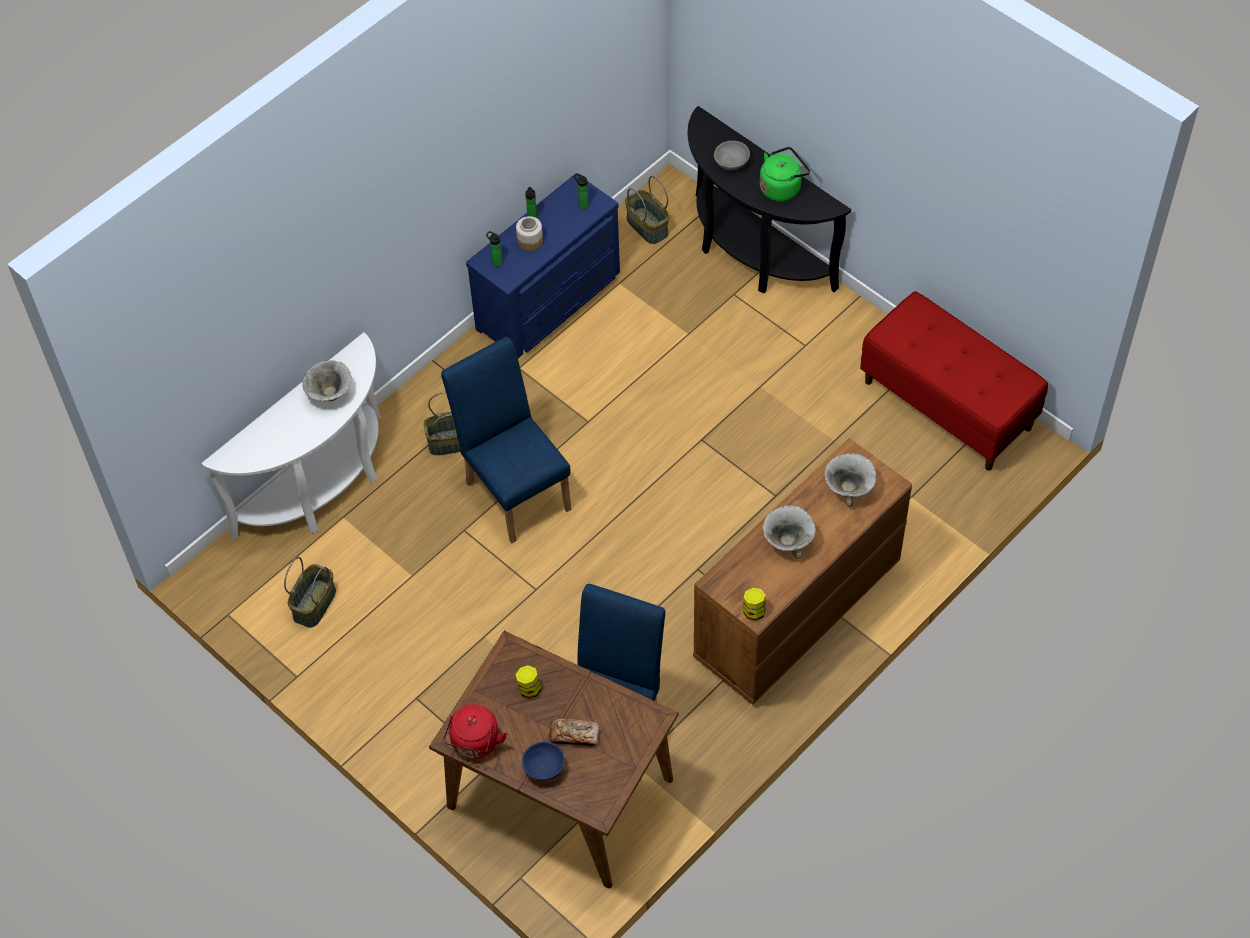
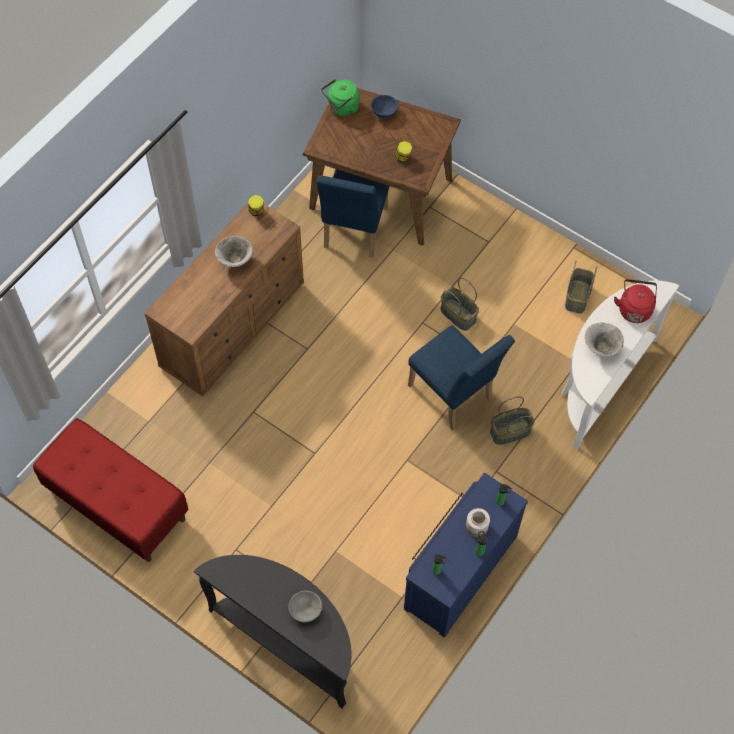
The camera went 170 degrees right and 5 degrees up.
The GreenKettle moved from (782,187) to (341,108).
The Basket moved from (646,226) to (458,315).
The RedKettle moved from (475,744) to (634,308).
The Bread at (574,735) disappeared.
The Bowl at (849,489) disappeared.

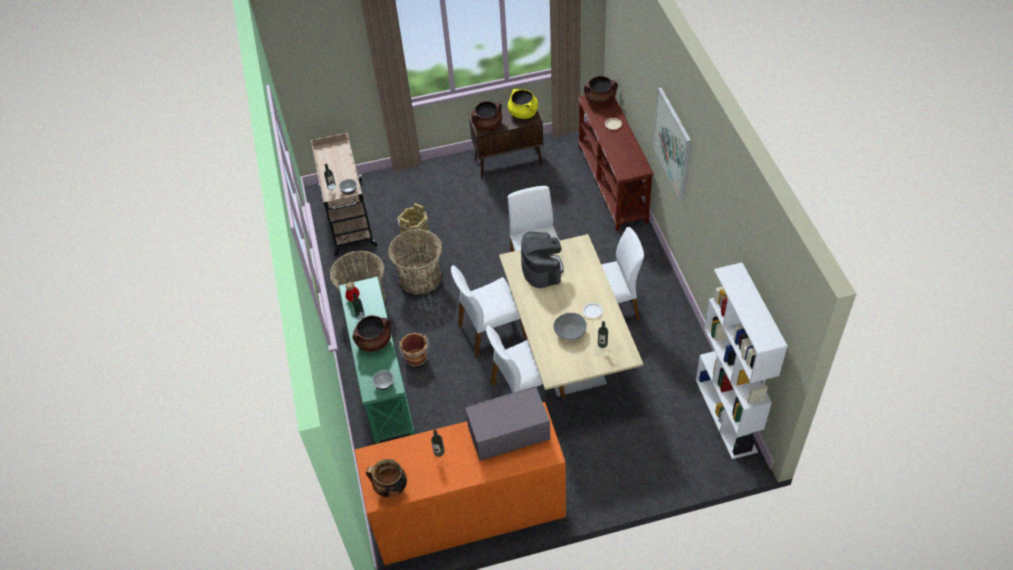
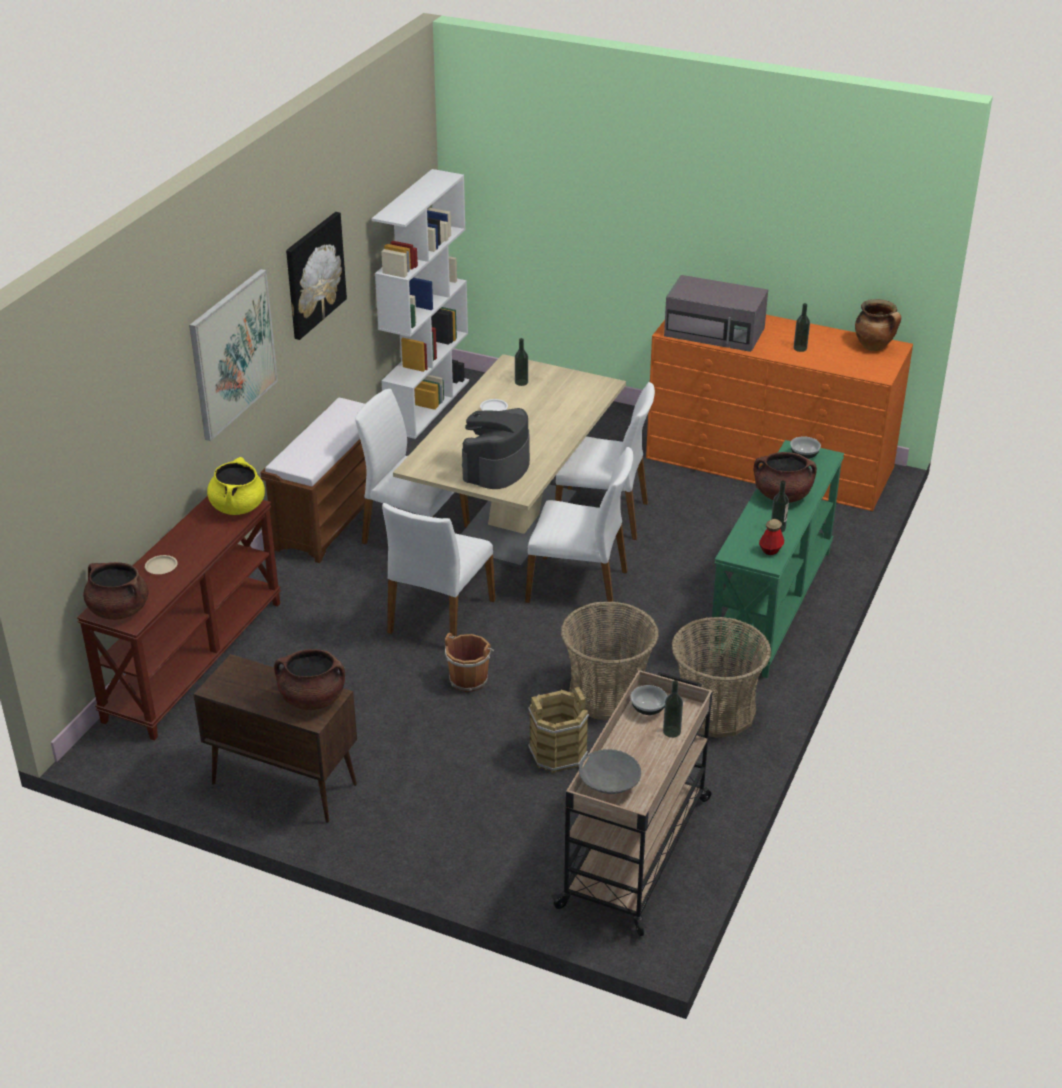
The camera went 145 degrees left and 15 degrees down.
The YellowCookingPot moved from (523,113) to (238,507).
The BrownBench at (331,518) appeared.
The Picture at (314,274) appeared.
The BrownBucket moved from (416,358) to (469,678).
The GreyBowl moved from (570,331) to (609,783).

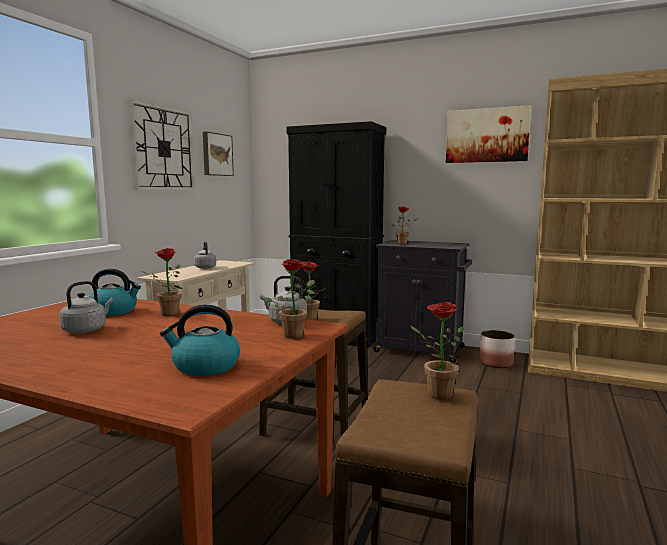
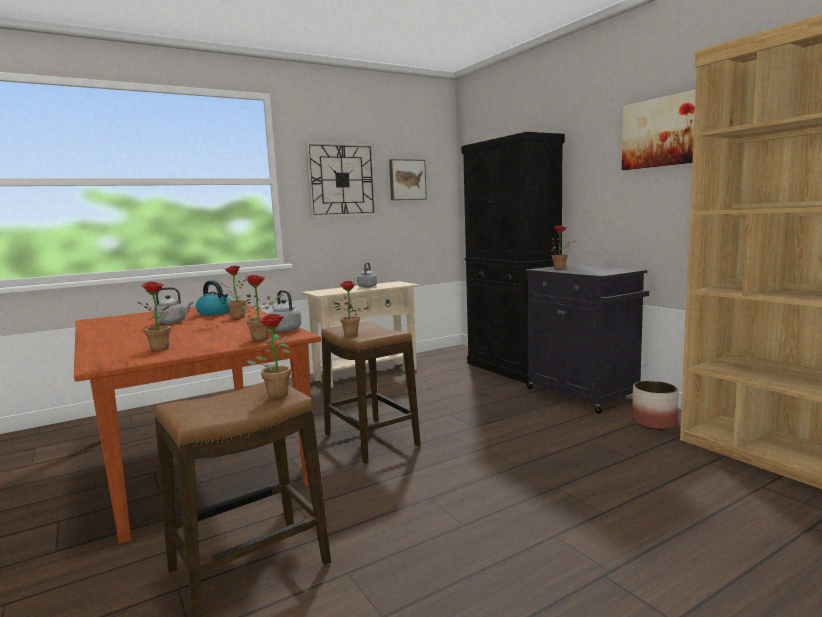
The camera went 35 degrees right and 0 degrees up.
The Kettle at (205,367) was replaced by the PottedPlant at (163,349).

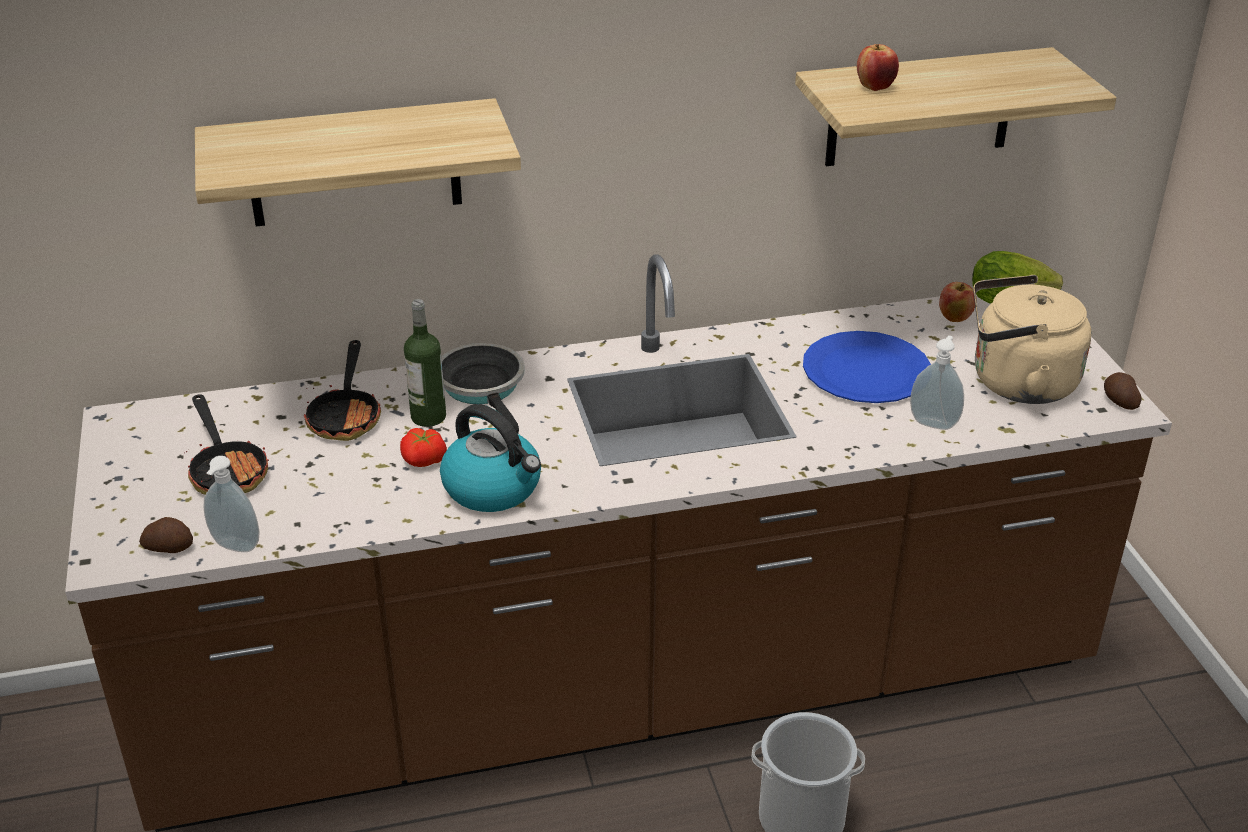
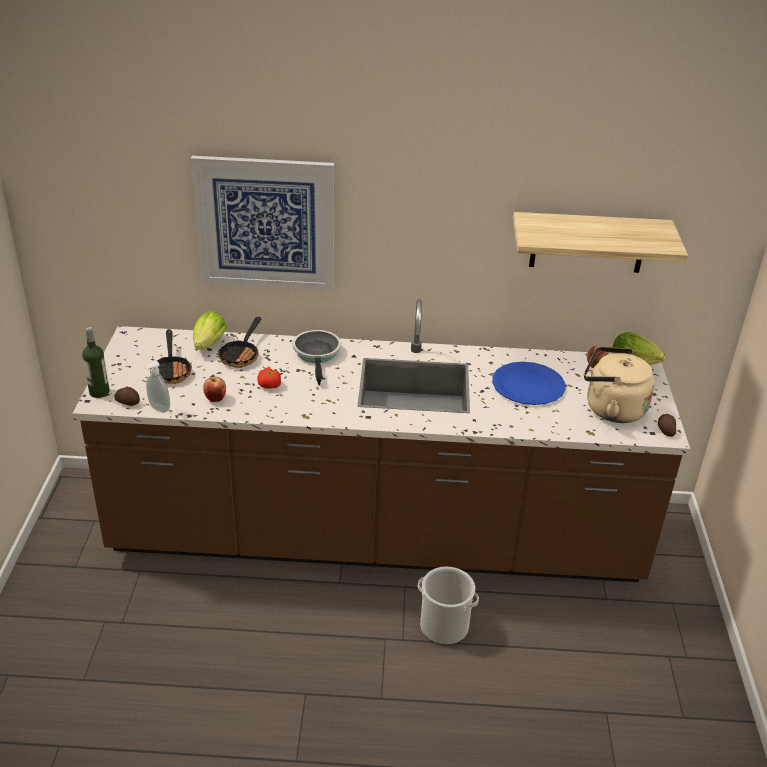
The camera went 15 degrees right and 0 degrees up.
The Bottle moved from (428,417) to (99,392).
The Shelf at (354,163) was replaced by the Picture at (265,224).
The Lettuce at (208,346) appeared.
The Apple moved from (875,87) to (215,399).
The Kettle at (494,488) disappeared.
The SoapDispenser at (934,422) disappeared.

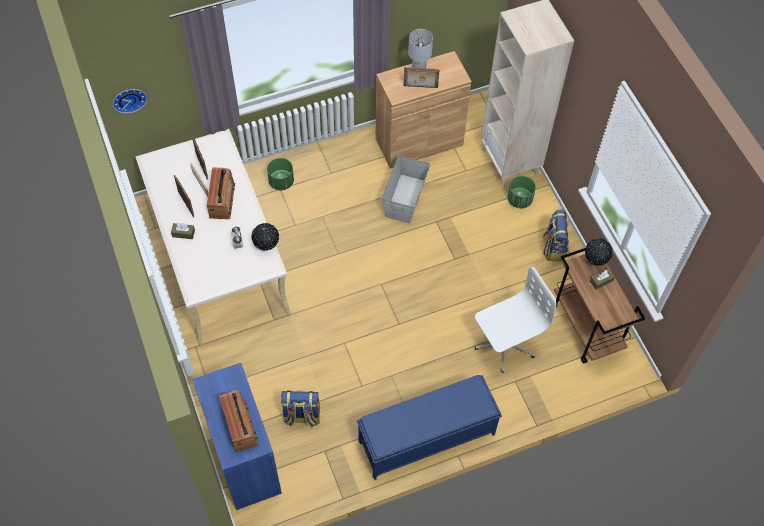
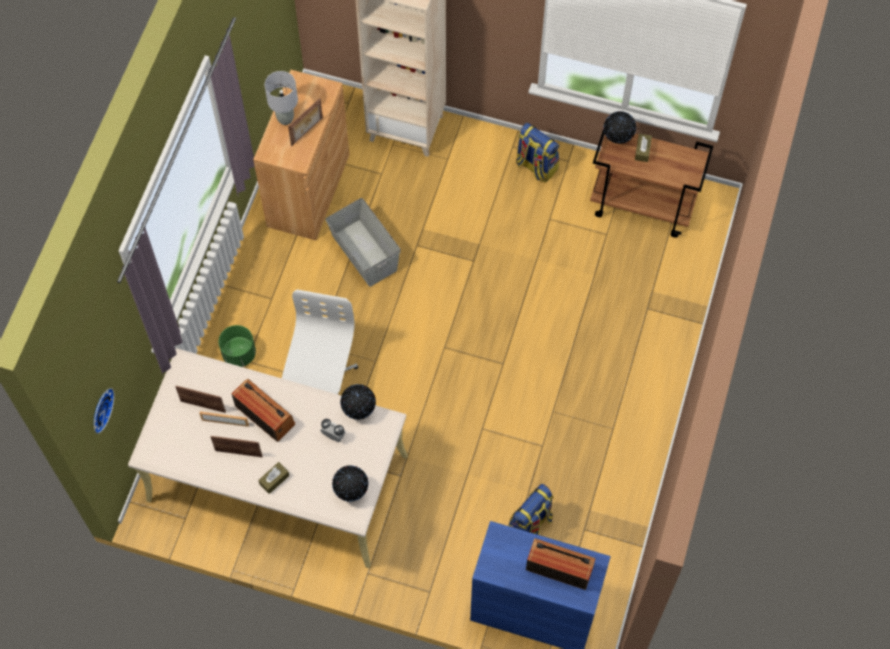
The camera went 50 degrees left and 5 degrees up.
The WhiteOfficeChair moved from (505,344) to (321,382).
The Globe at (351,491) appeared.
The BlueBench at (425,438) disappeared.
The GreenPlanter at (519,200) disappeared.

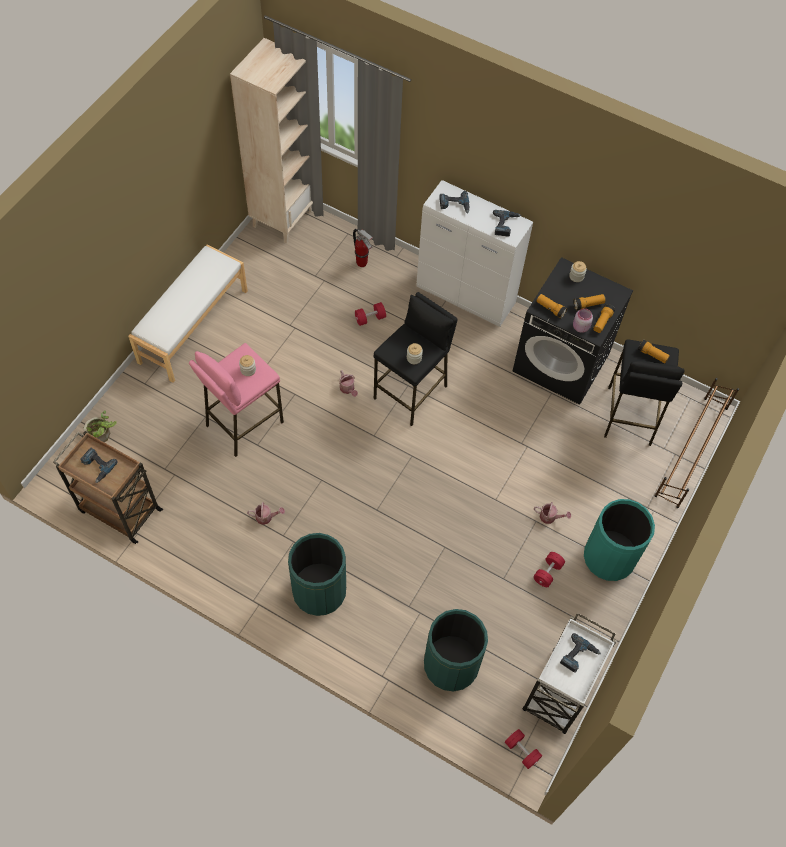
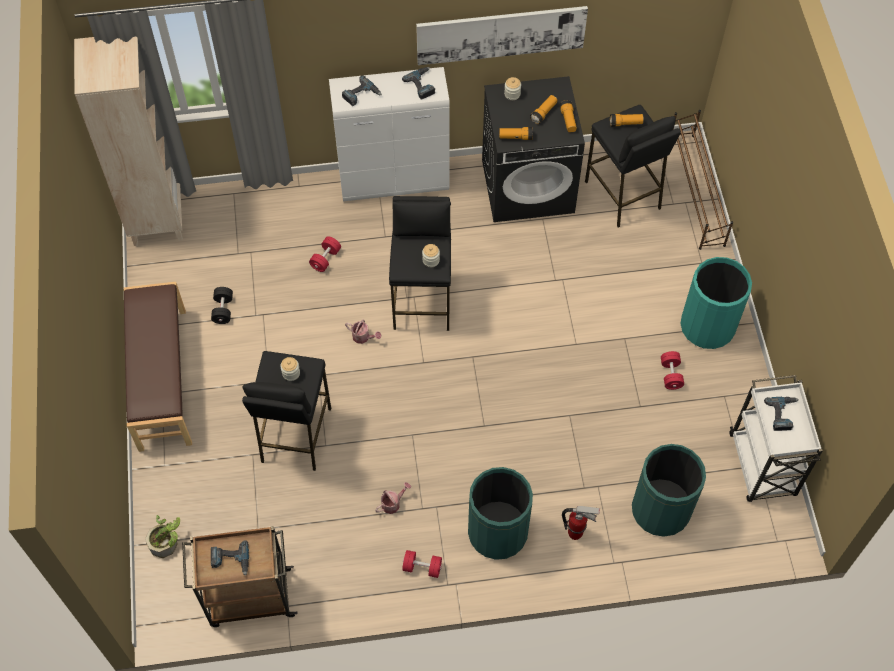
The camera went 35 degrees left and 0 degrees up.
The WhiteBench at (192,326) became the BrownBench at (161,379).
The BlackDumbbell at (223,310) appeared.
The PinkStool at (243,423) became the BlackStool at (295,435).
The RedDumbbell moved from (522,751) to (422,567).
The Picture at (501,34) appeared.
The FireExtinguisher moved from (362,263) to (575,533).
The WateringCan at (550,517) disappeared.
The PinkJar at (580,327) disappeared.

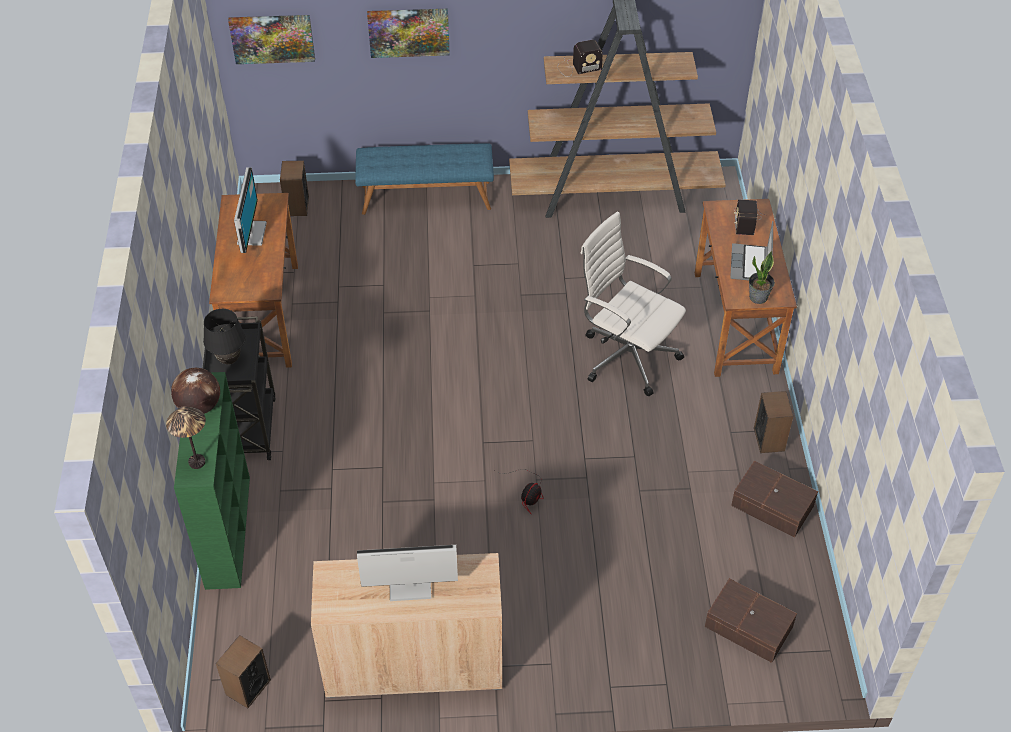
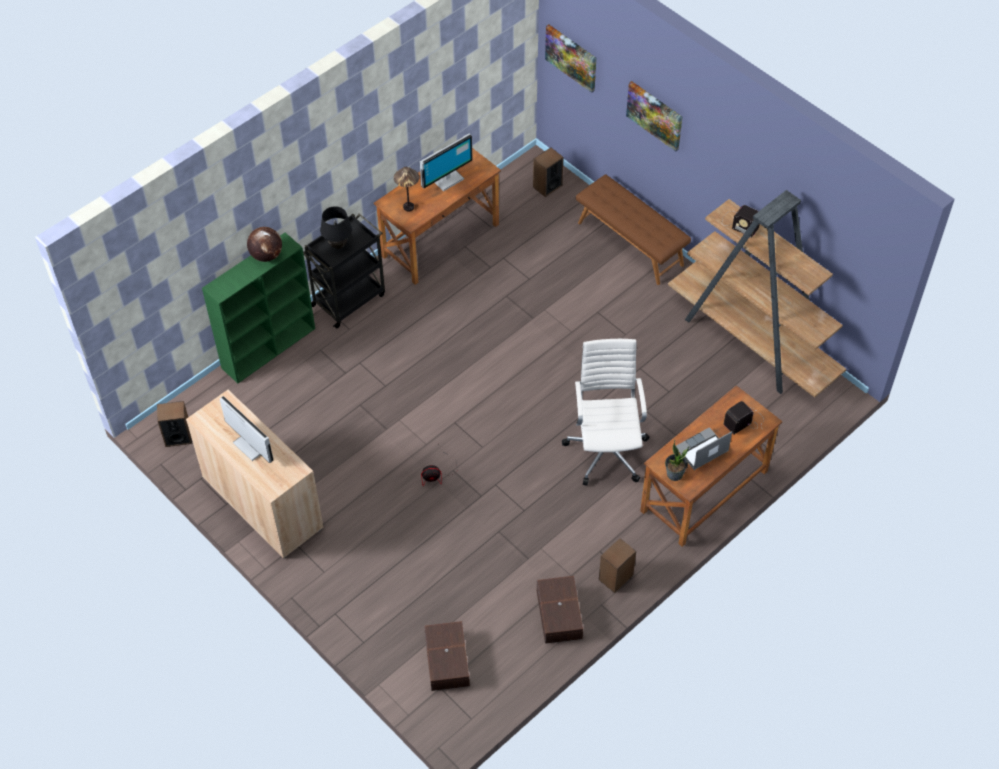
The camera went 50 degrees right and 5 degrees up.
The TableLamp moved from (197,462) to (408,207).
The BlueBench at (426,197) became the BrownBench at (630,243).

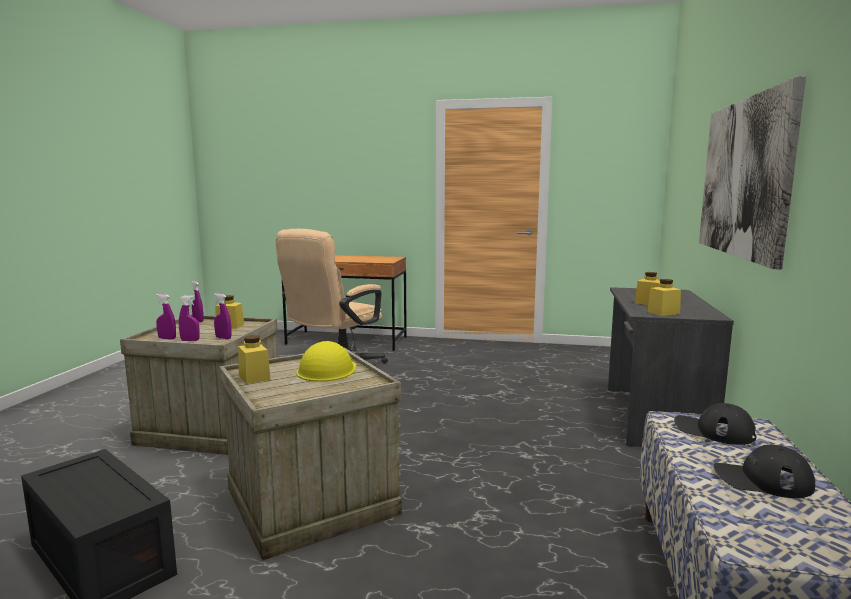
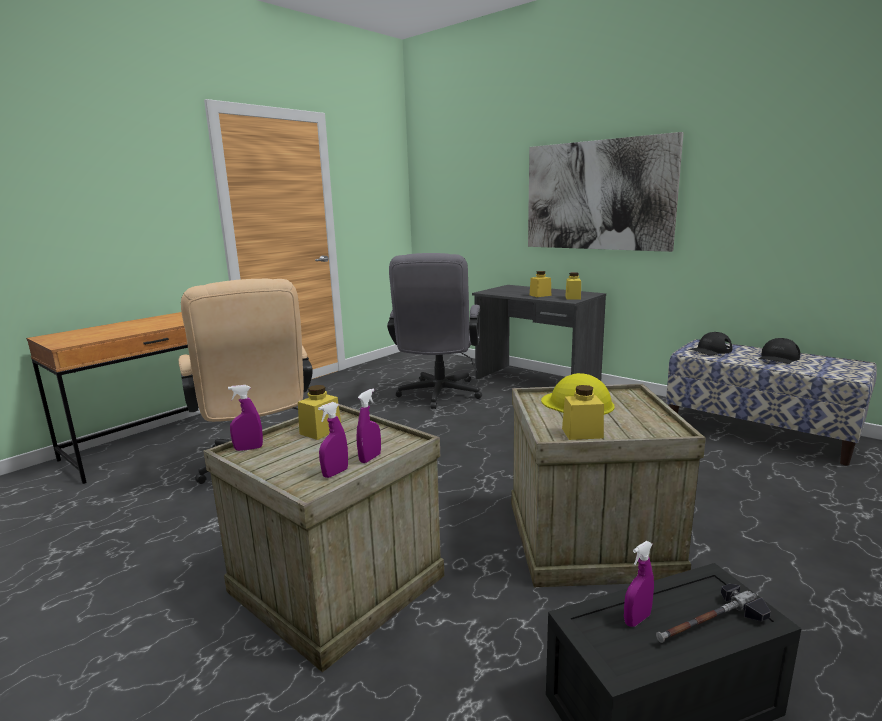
The camera went 60 degrees left and 5 degrees up.
The GreyOfficeChair at (438,396) appeared.
The PurpleSprayBottle moved from (223,338) to (637,619).
The Hammer at (709,623) appeared.

